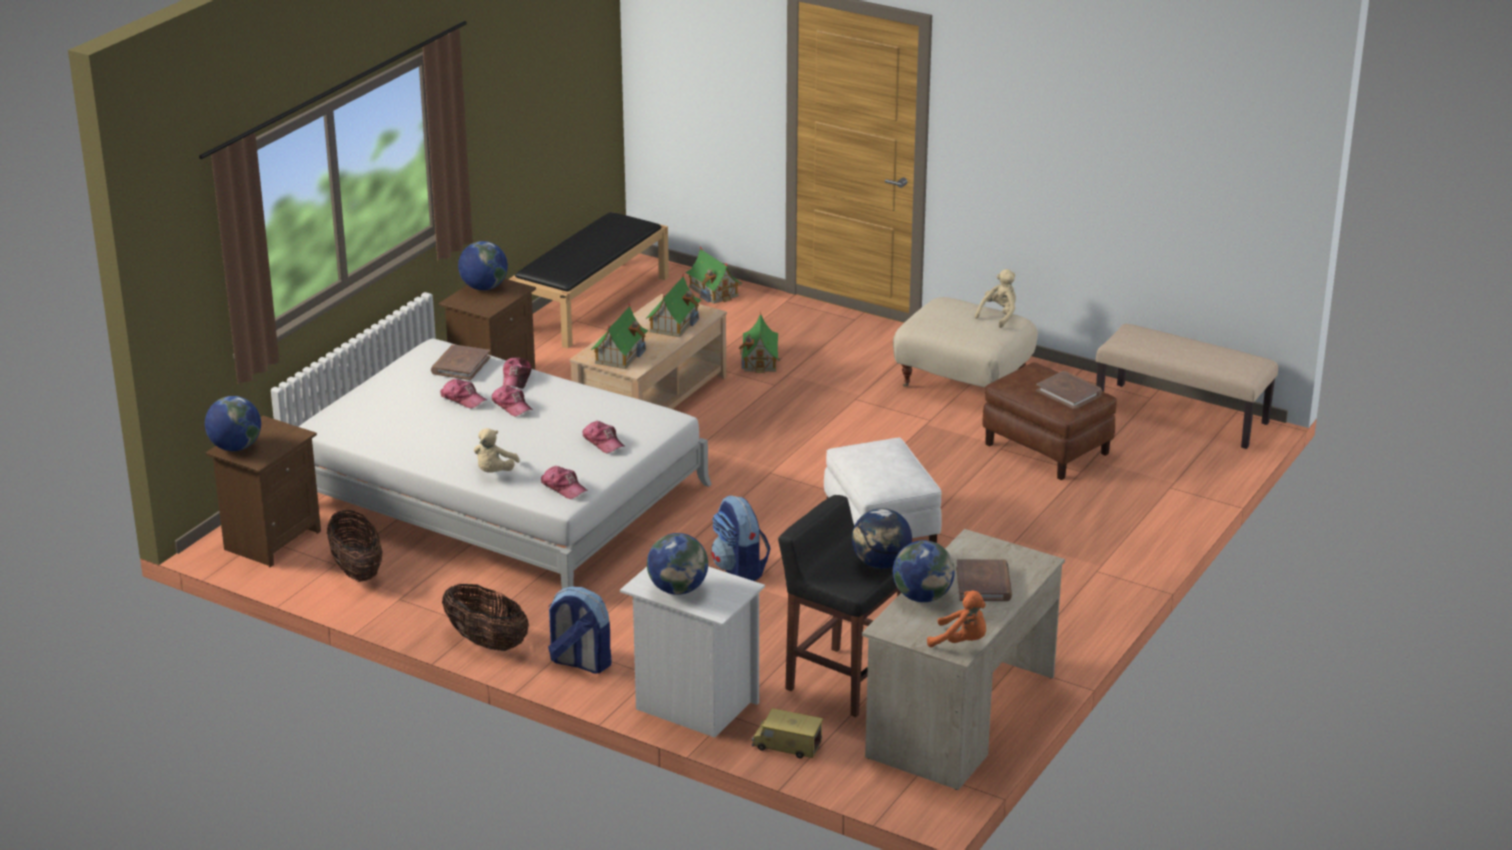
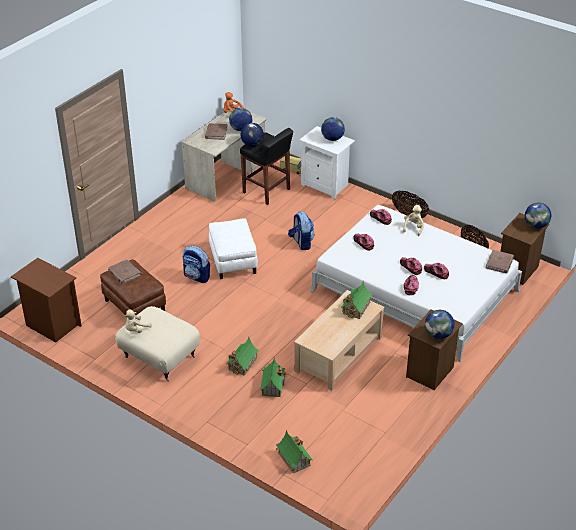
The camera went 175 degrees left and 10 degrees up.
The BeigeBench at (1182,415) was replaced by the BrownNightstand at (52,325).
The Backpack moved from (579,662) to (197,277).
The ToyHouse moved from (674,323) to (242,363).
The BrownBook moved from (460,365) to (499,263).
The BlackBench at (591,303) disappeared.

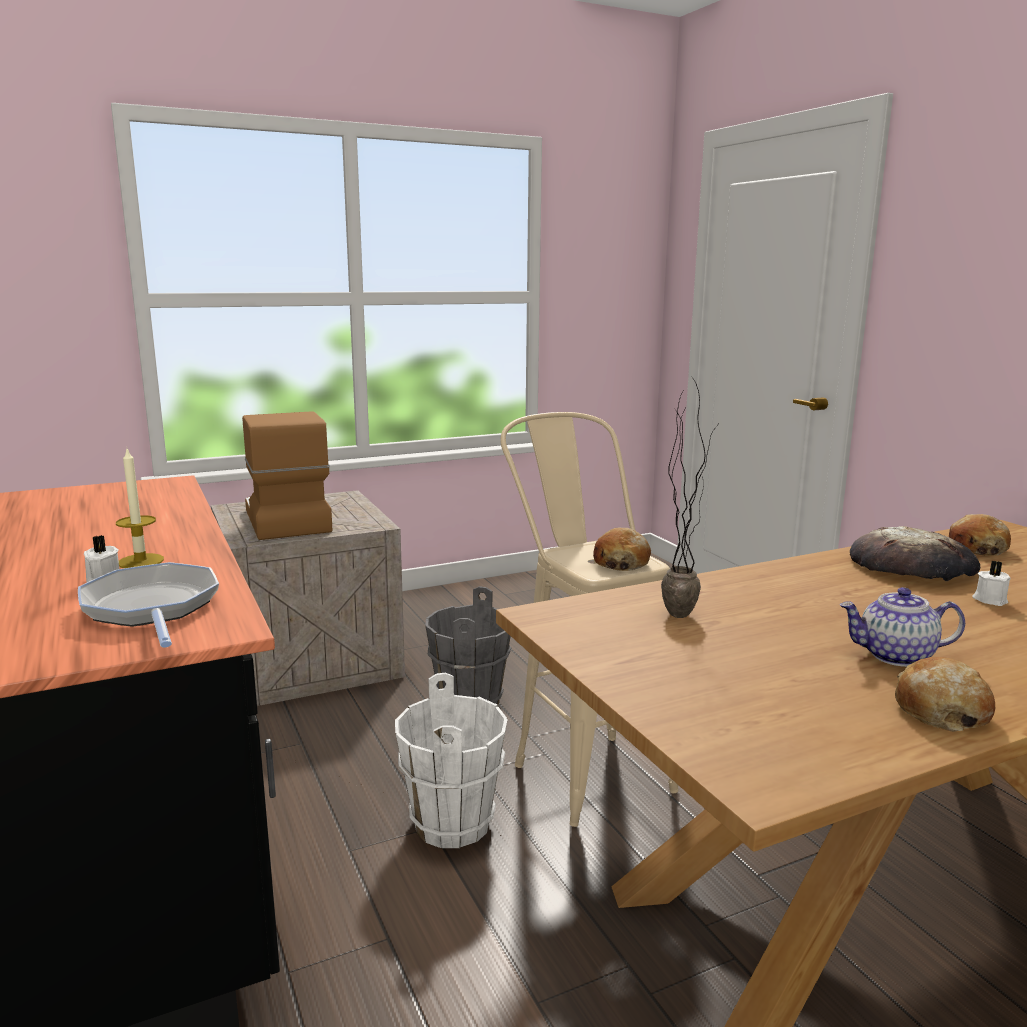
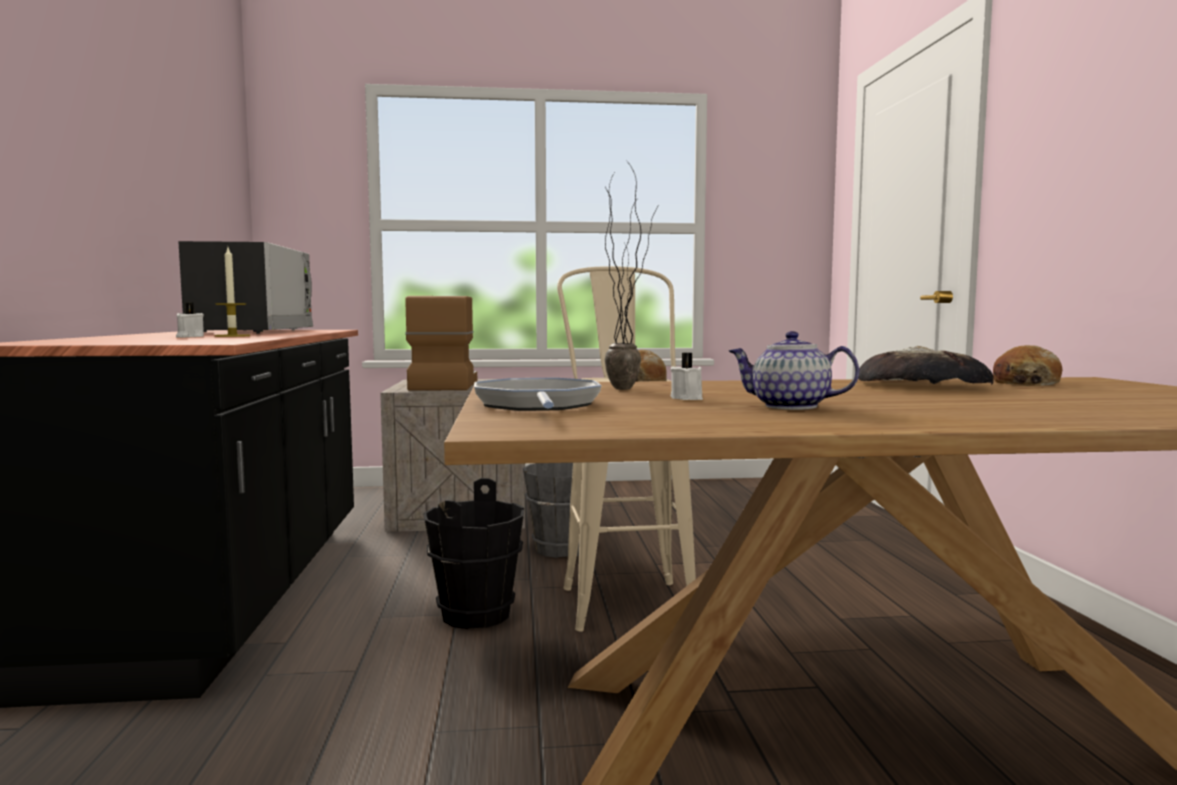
The camera went 20 degrees right and 10 degrees down.
The Microwave at (254,331) appeared.
The WhiteBucket at (453,824) became the BlackBucket at (477,614).
The FryingPan moved from (152,608) to (537,405).
The WhiteCandle moved from (989,599) to (687,398).
The Bread at (940,710) disappeared.

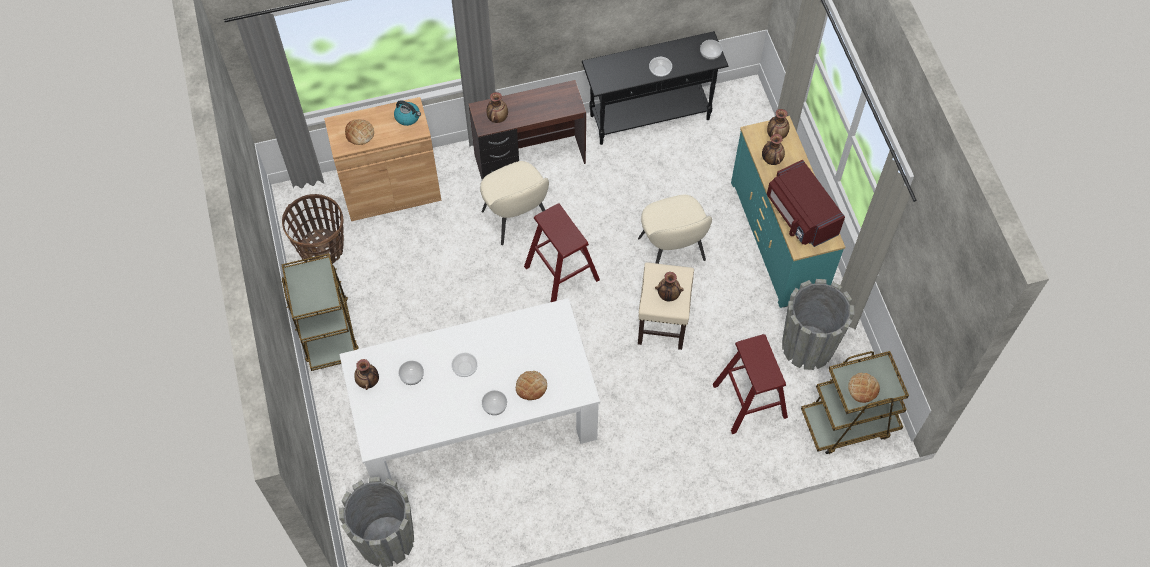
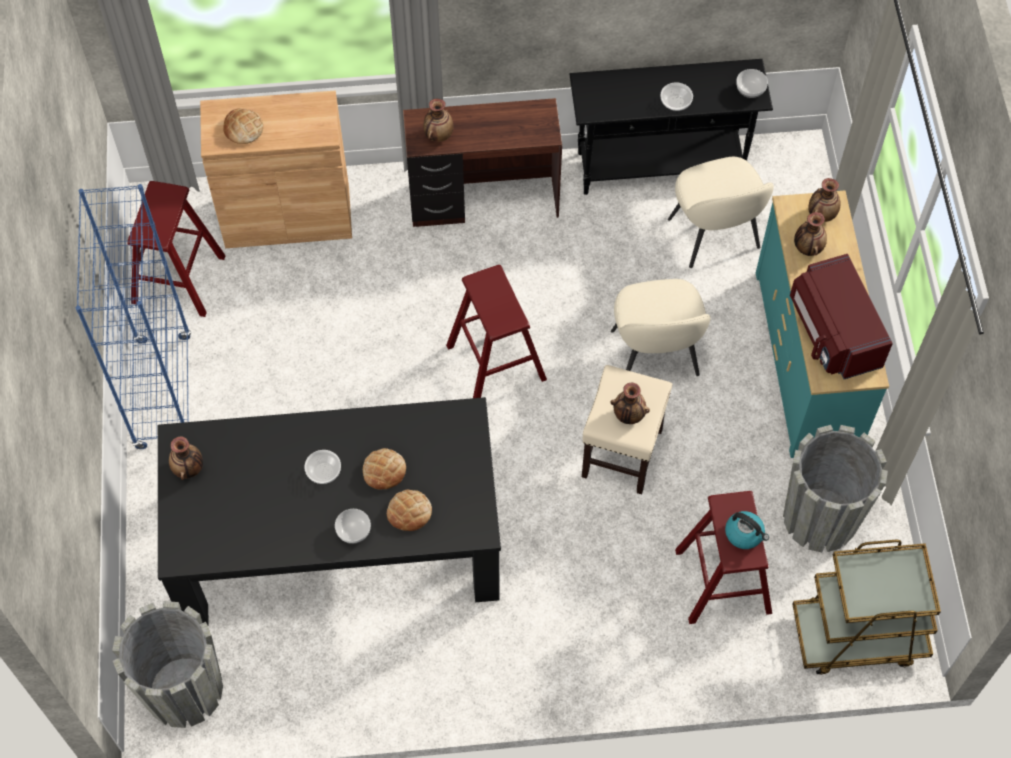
The camera went 10 degrees right and 0 degrees up.
The BrownCart at (327,331) was replaced by the BlueBookcase at (163,392).
The Basket at (322,248) was replaced by the RedStool at (178,279).
The WhiteDiningTable at (475,417) became the BlackDiningTable at (338,542).
The Bread moved from (863,388) to (384,471).
The BeigeChair moved from (517,218) to (714,235).
The Kettle moved from (408,117) to (744,534).
The Bowl at (412,376) disappeared.

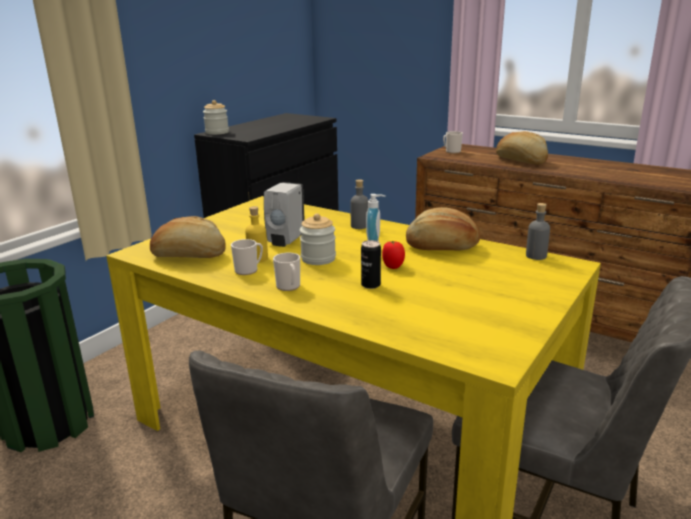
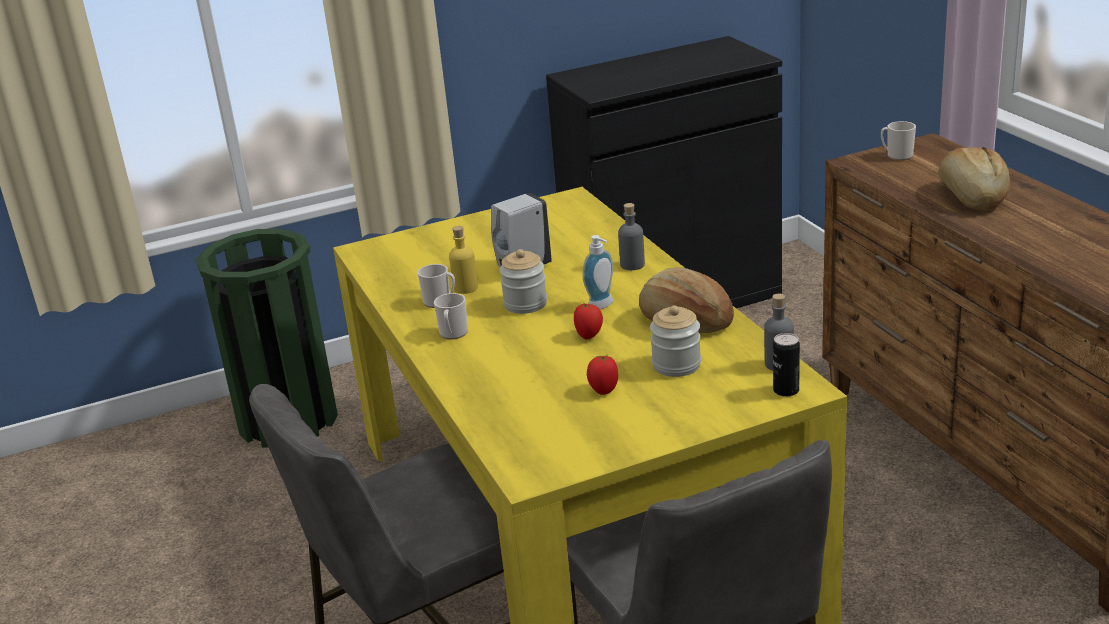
The camera went 35 degrees right and 5 degrees up.
The Tomato at (603,390) appeared.
The Jar moved from (217,132) to (676,365).
The Can moved from (370,285) to (786,390).
The Bread at (189,256) disappeared.

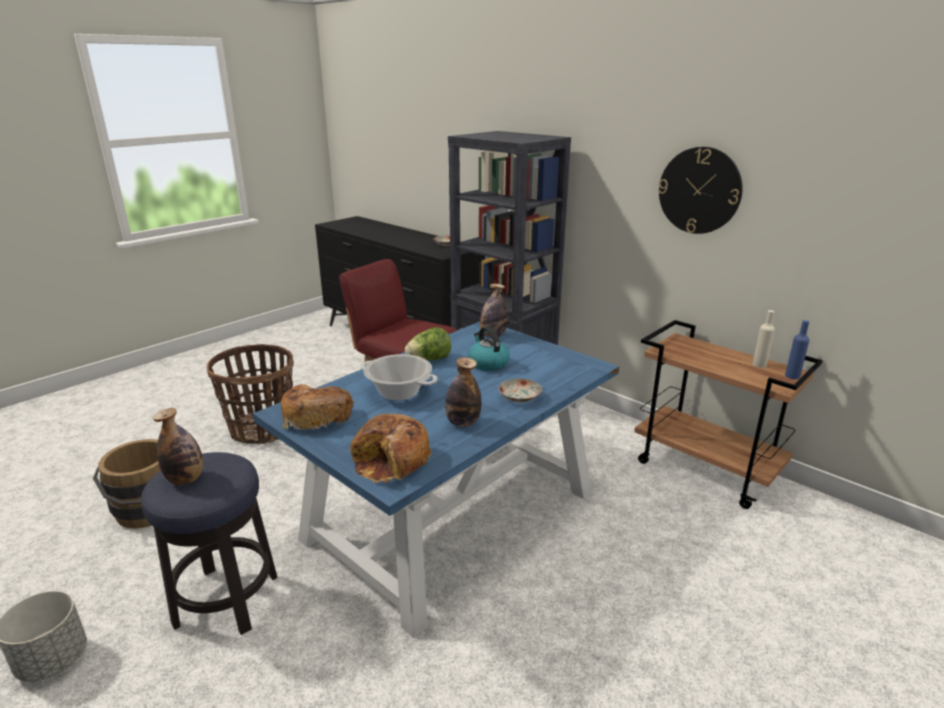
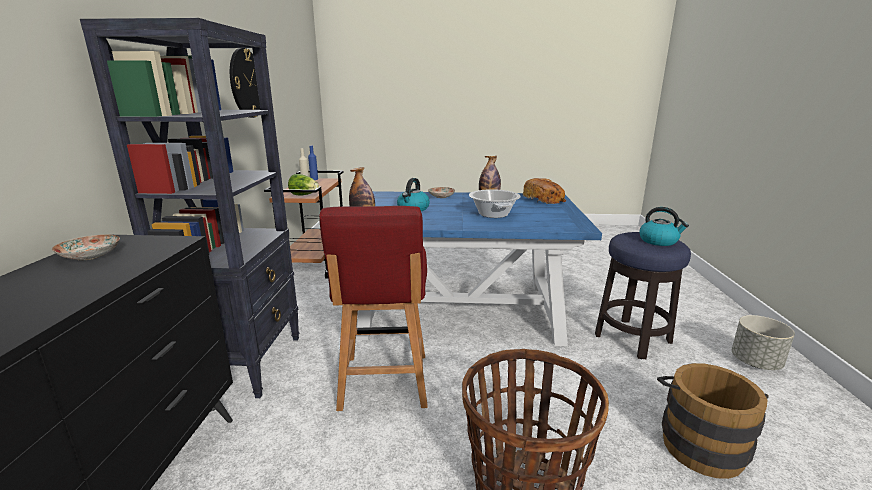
The camera went 130 degrees left and 5 degrees down.
The Lettuce moved from (429,360) to (304,195).
The Bottle at (186,479) was replaced by the Kettle at (659,241).
The Bread at (316,416) disappeared.

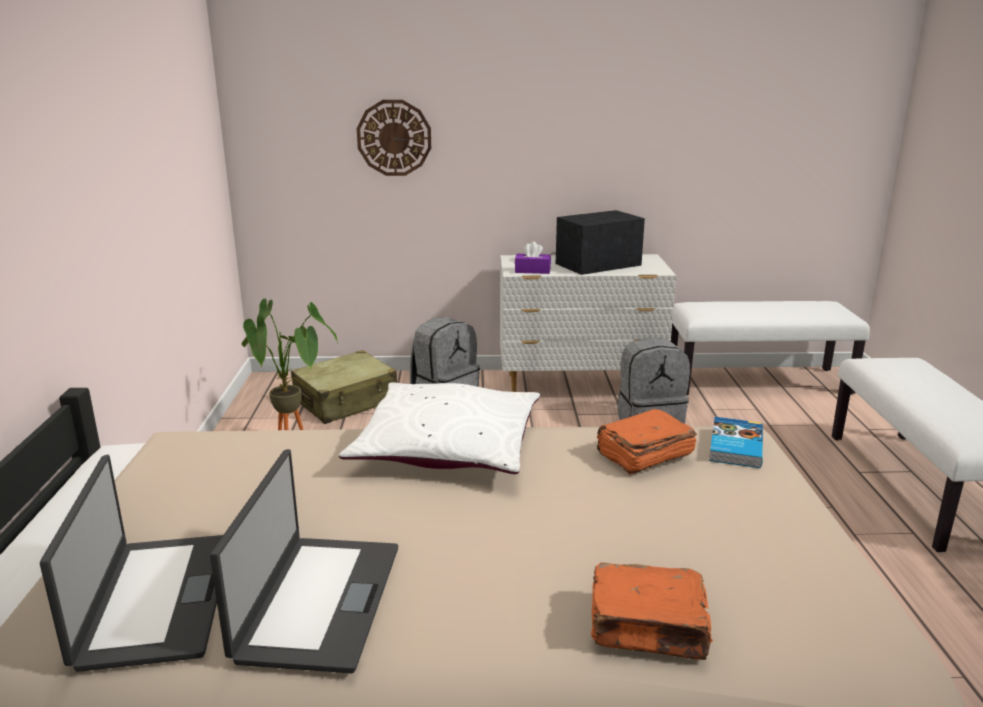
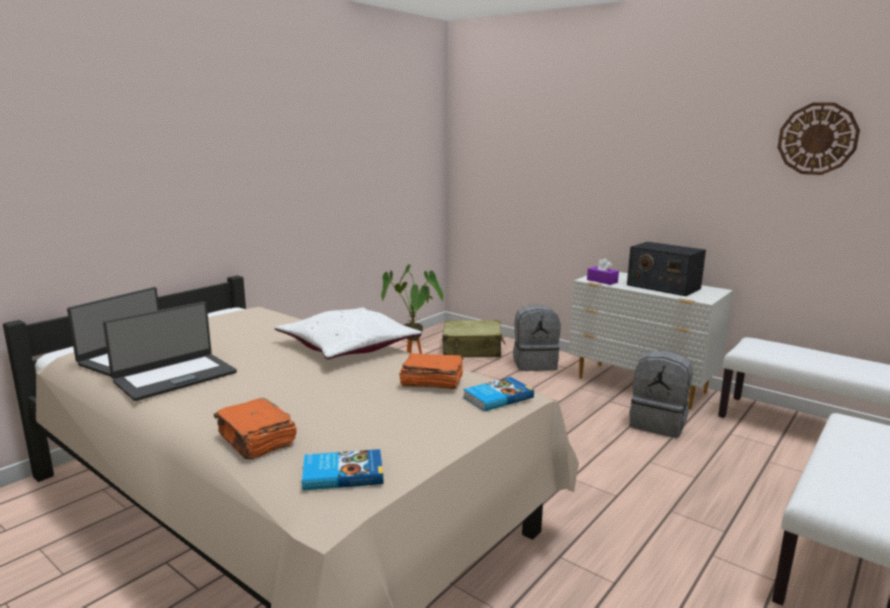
The camera went 40 degrees right and 5 degrees down.
The Book at (342,473) appeared.
The Radio at (598,264) turned 150 degrees counterclockwise.
The WallClock moved from (394,138) to (817,139).

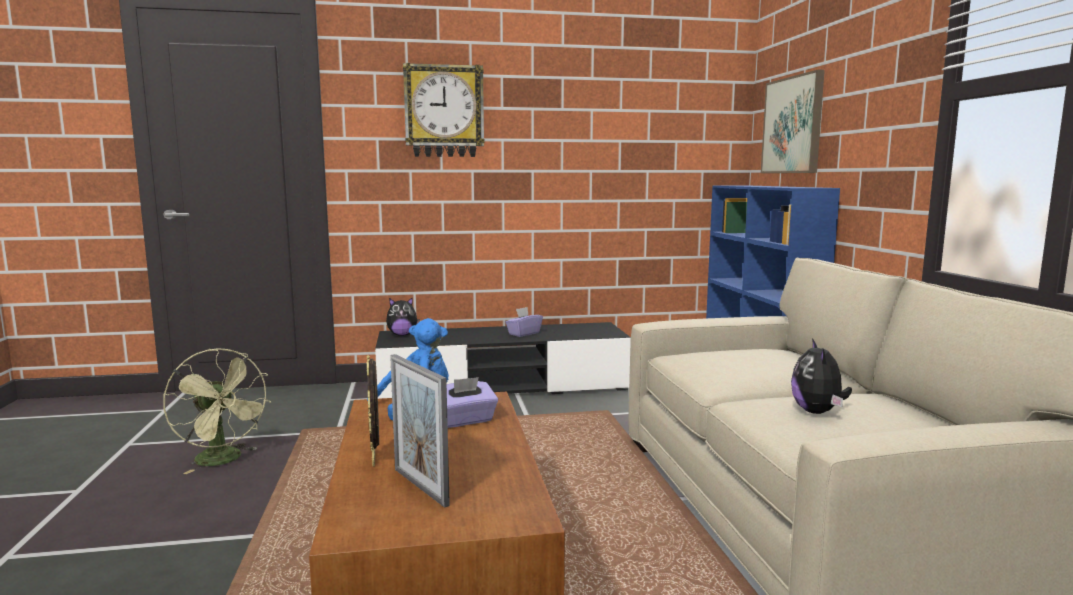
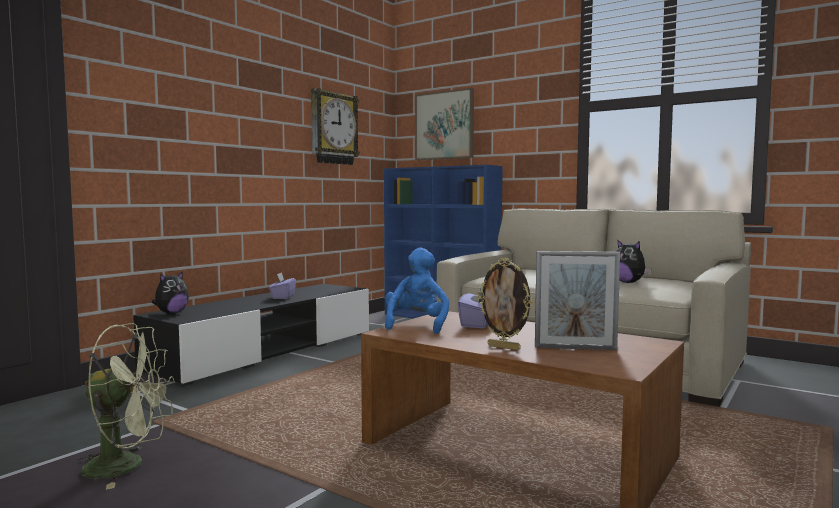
The camera went 45 degrees left and 5 degrees down.
The WallClock moved from (444,111) to (333,128).

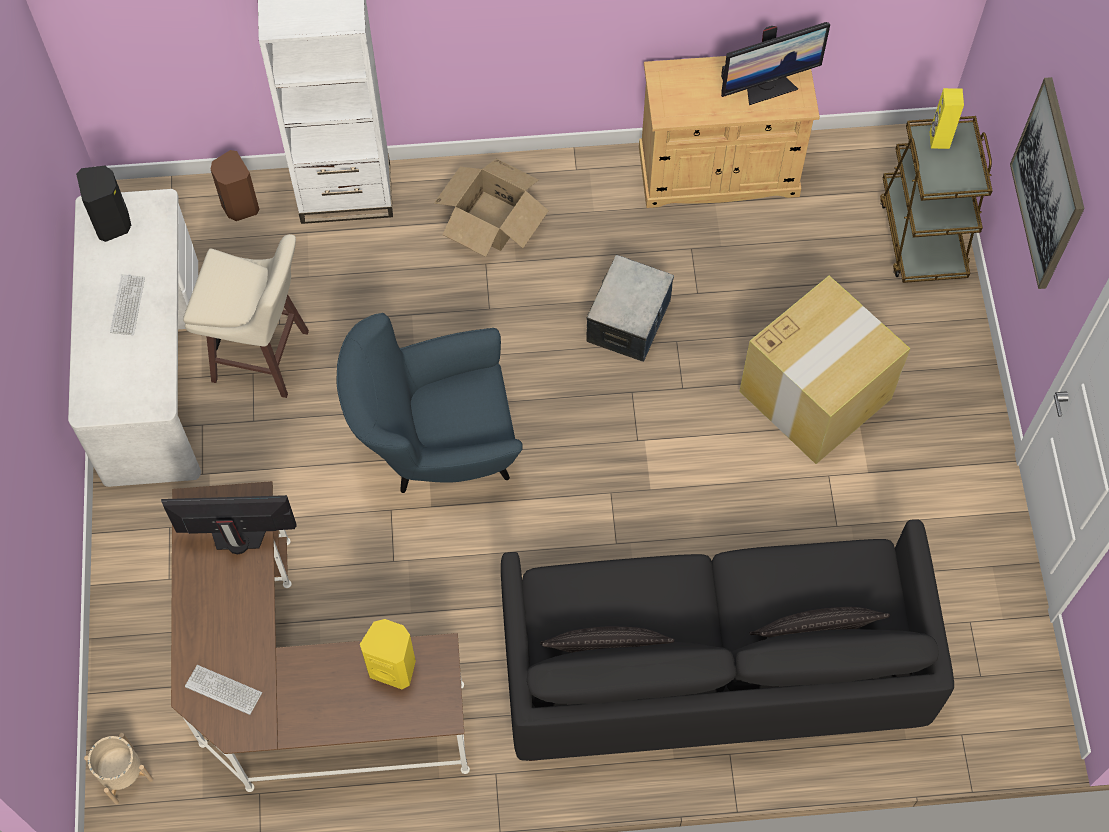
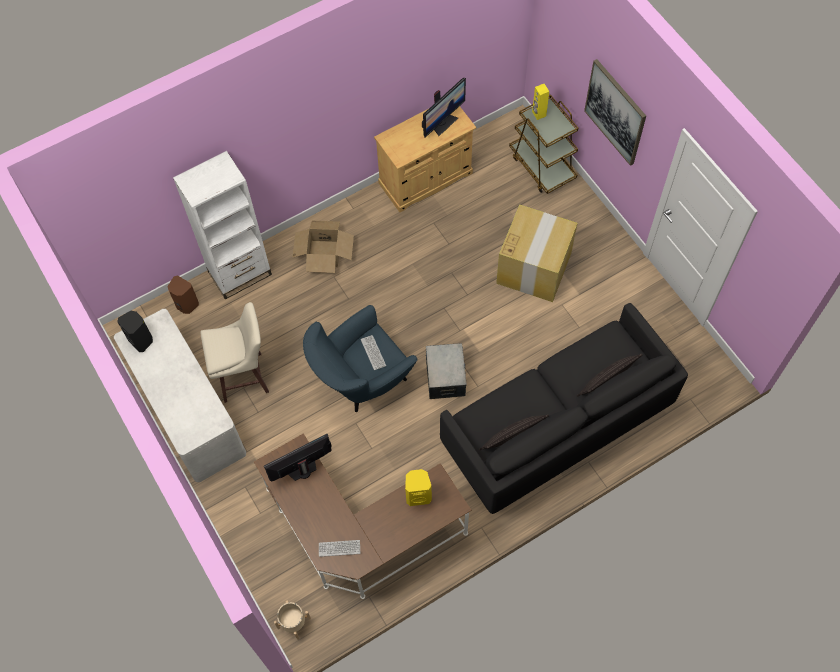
The camera went 25 degrees left and 0 degrees up.
The Keyboard moved from (128,305) to (373,353).
The StorageBox moved from (629,321) to (446,377).

